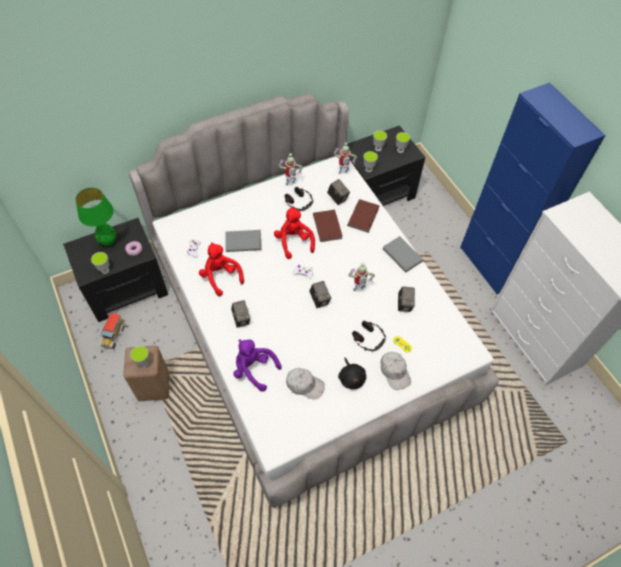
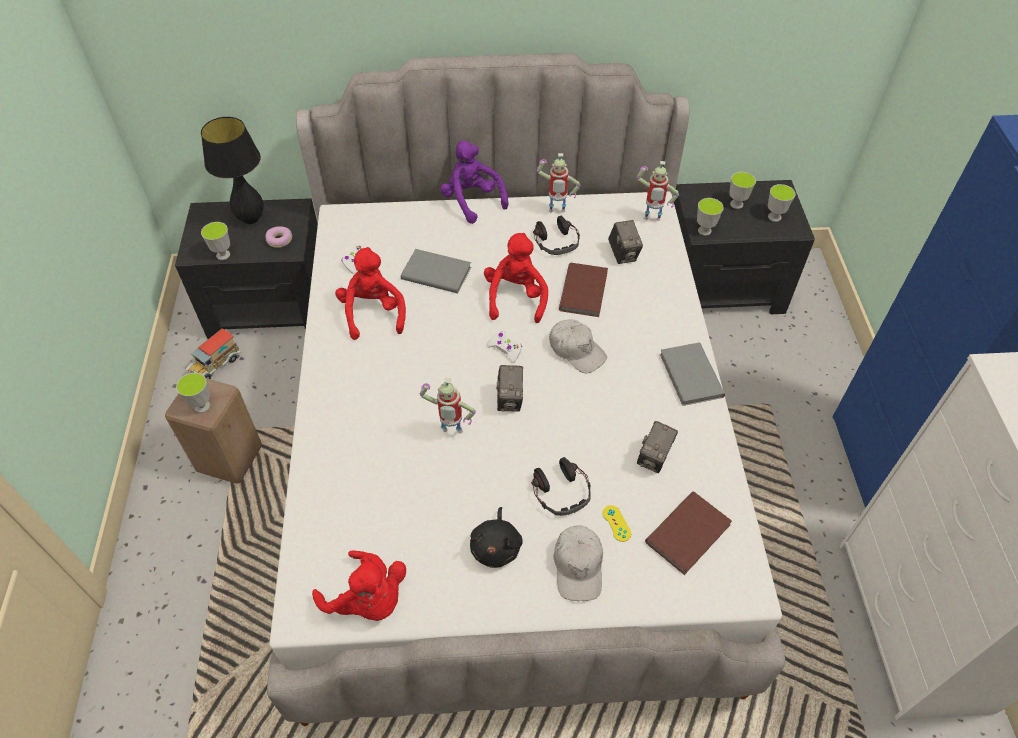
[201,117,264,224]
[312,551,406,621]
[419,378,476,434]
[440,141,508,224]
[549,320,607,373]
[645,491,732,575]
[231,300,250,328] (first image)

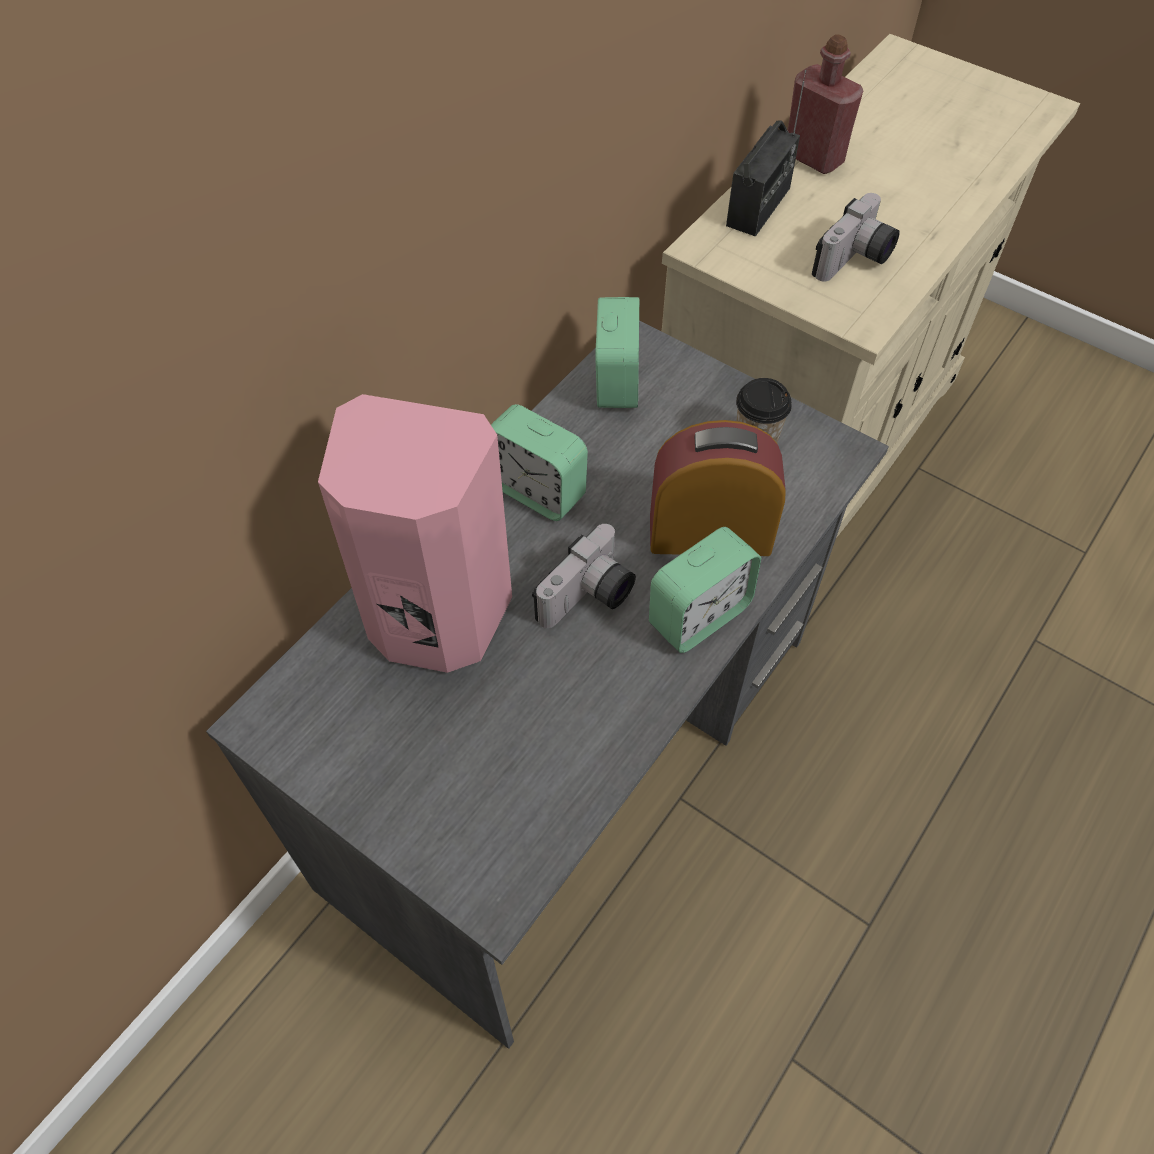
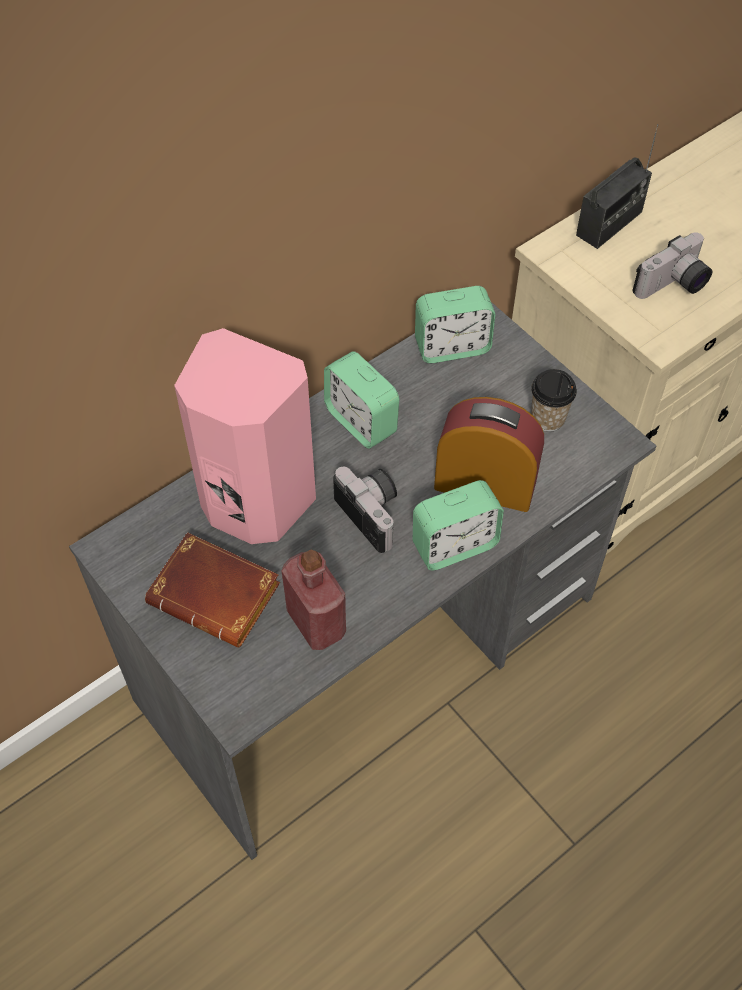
[145,532,280,648]
[282,550,346,650]
[333,467,397,553]
[415,286,495,363]

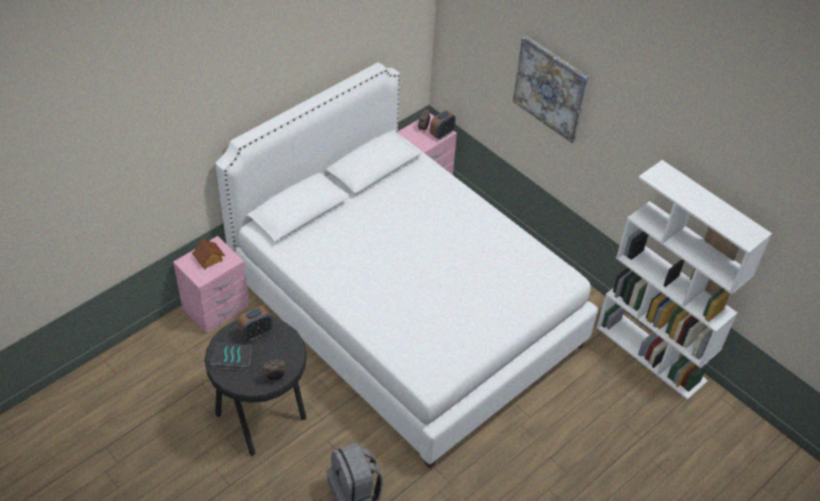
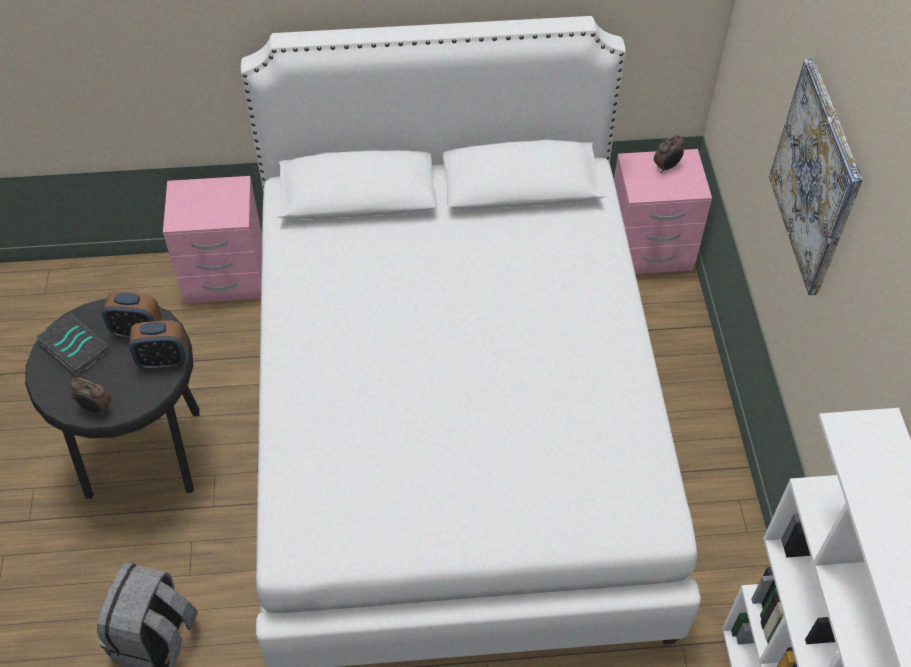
[129,320,187,369]
[192,239,225,269] (first image)

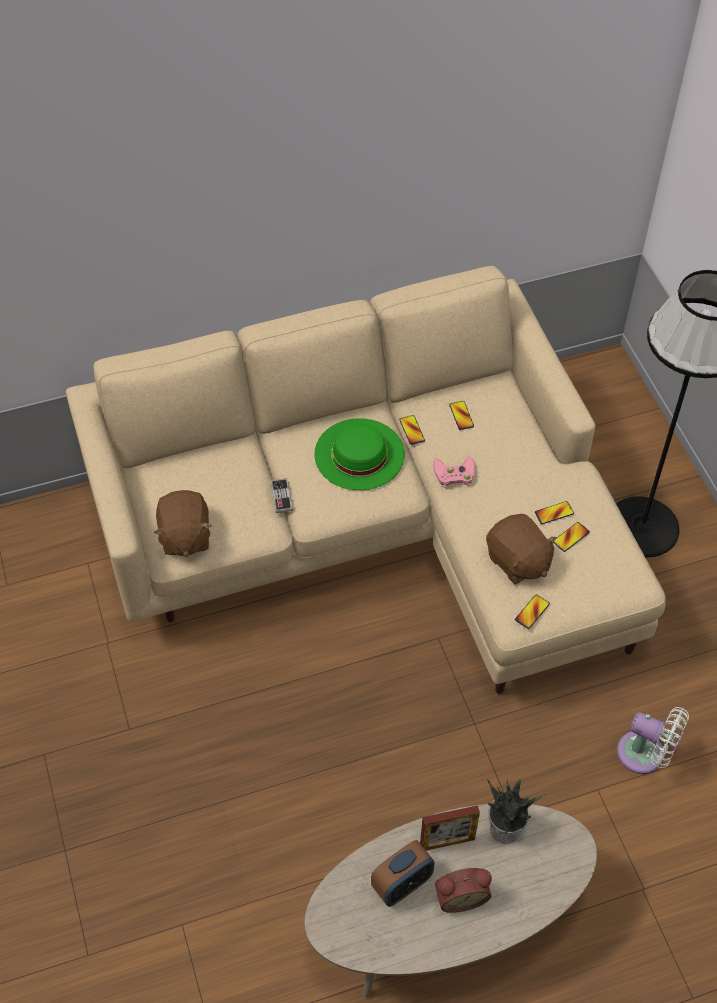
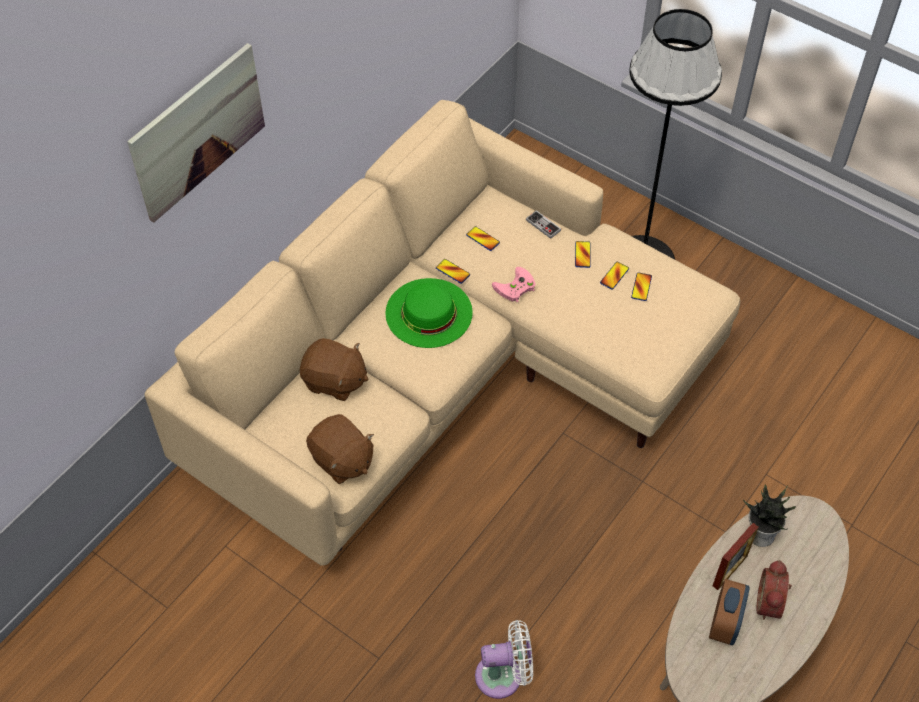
[127,43,265,222]
[299,338,369,401]
[475,620,533,699]
[526,210,561,239]
[575,241,591,268]
[757,560,792,620]

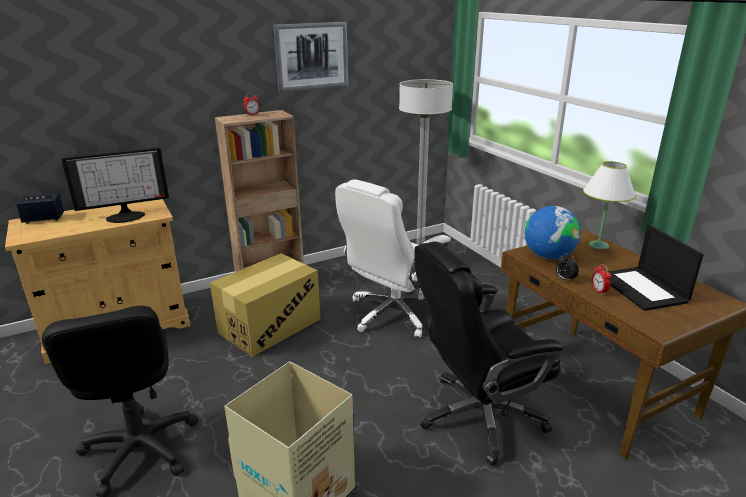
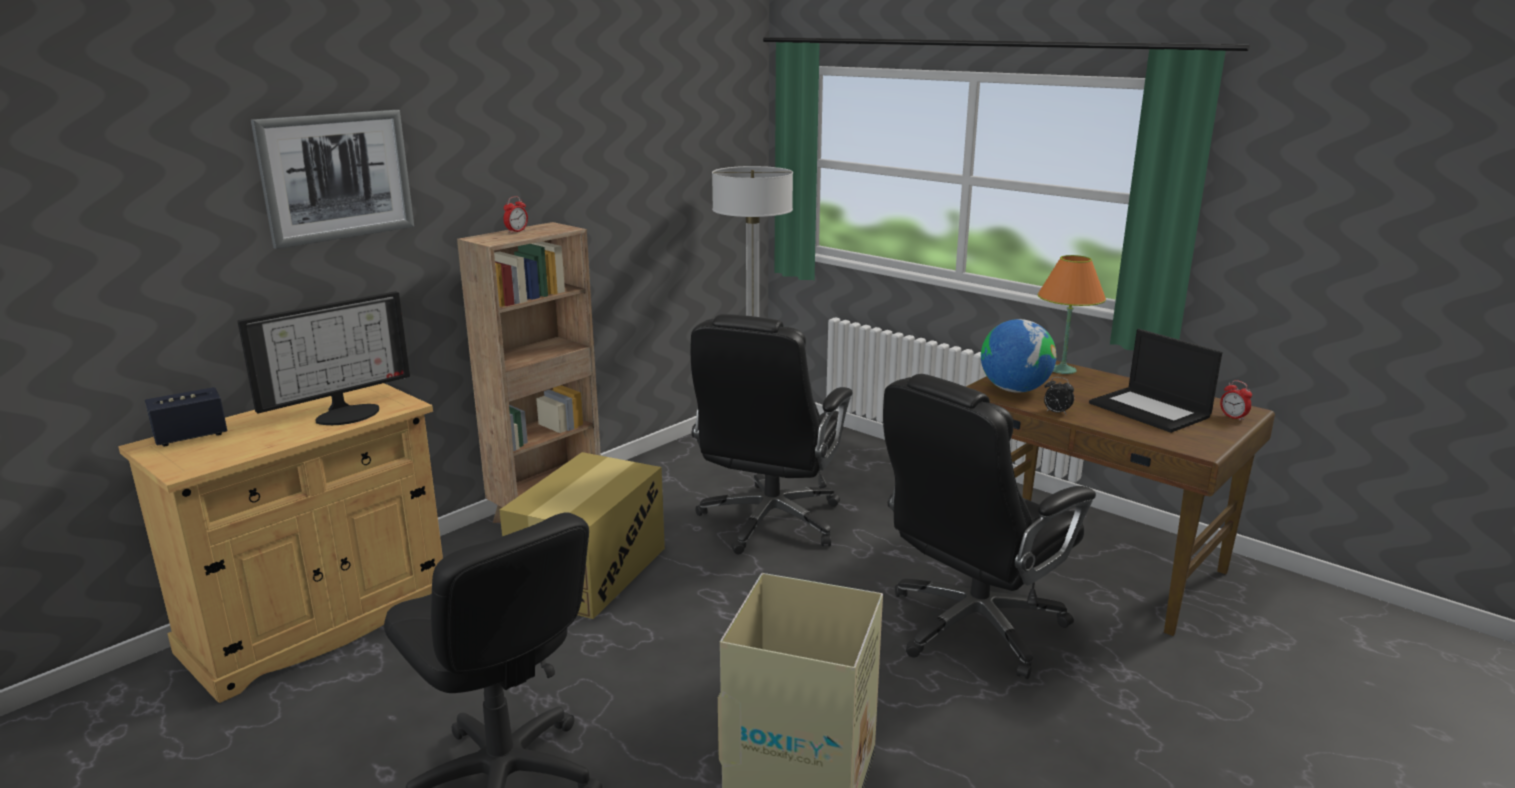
[251,110,414,249]
[691,314,853,554]
[1037,255,1106,374]
[1220,380,1252,421]

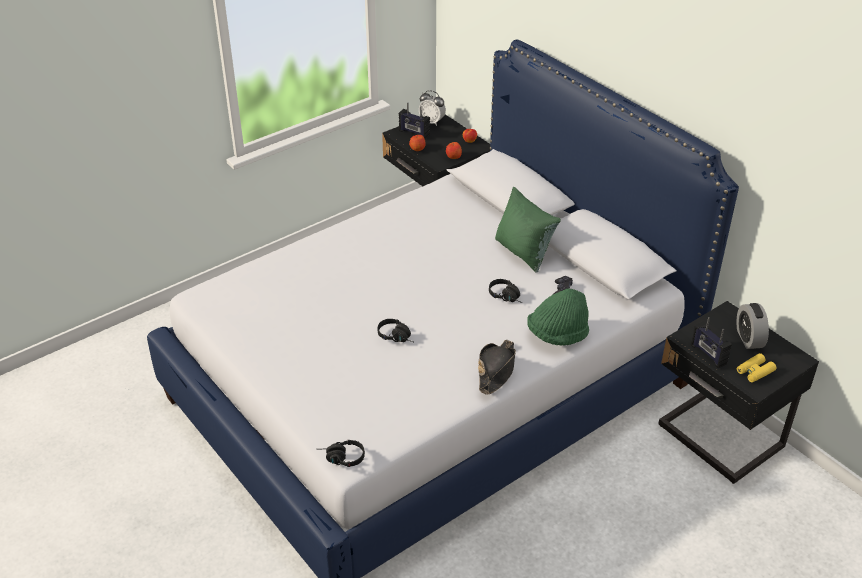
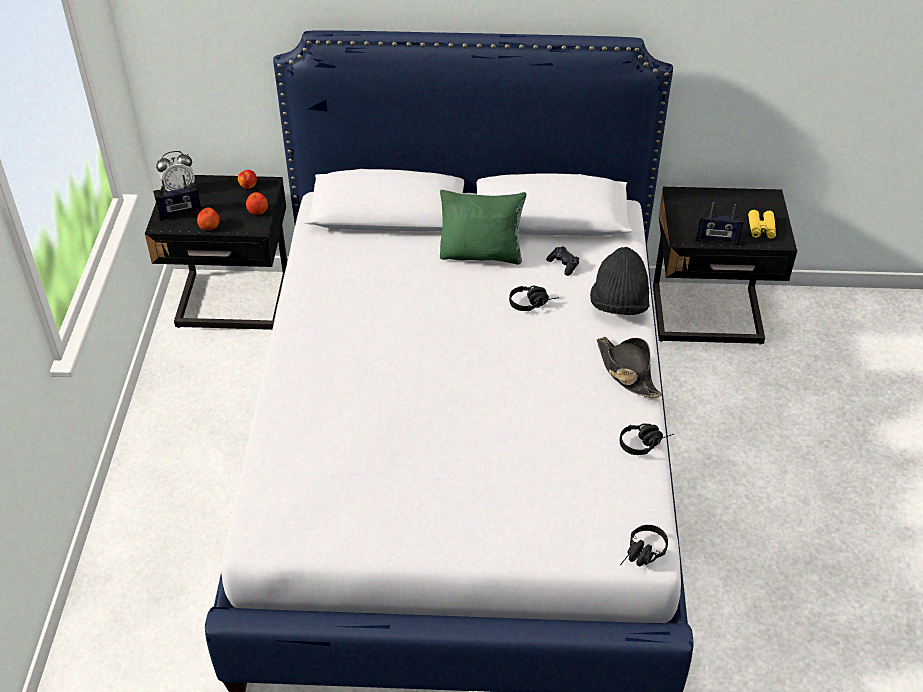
[590,247,650,315]
[620,423,674,455]
[736,303,769,349] (first image)

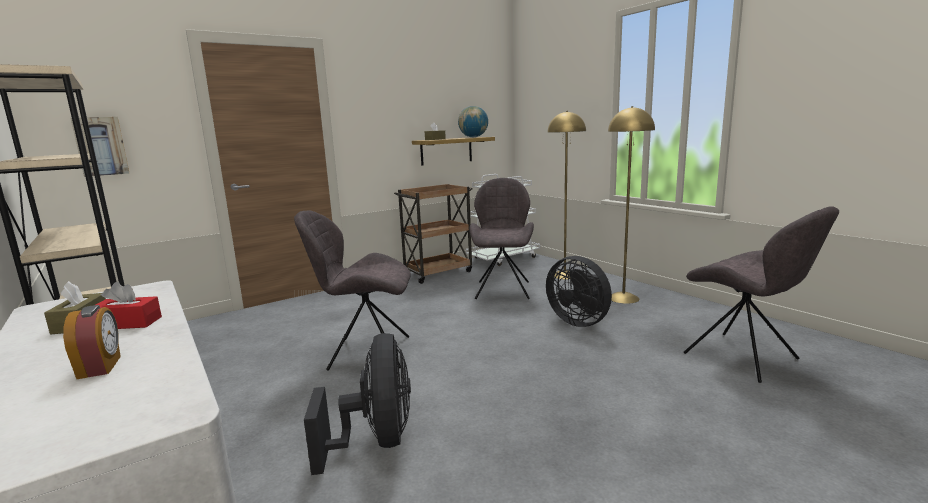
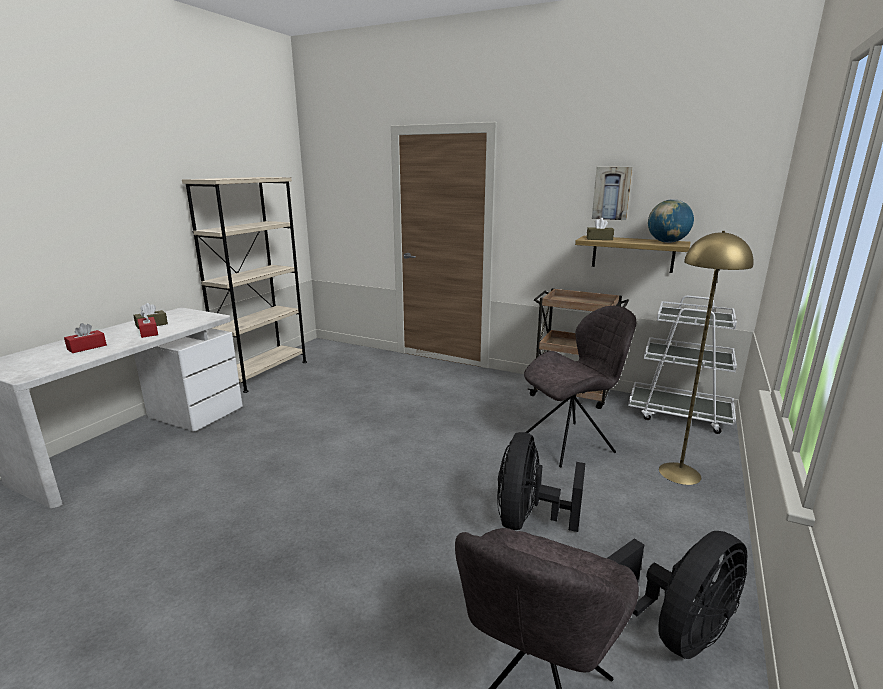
[64,323,107,353]
[592,167,633,220]
[608,531,747,659]
[294,210,411,371] (first image)
[608,106,655,304] (first image)

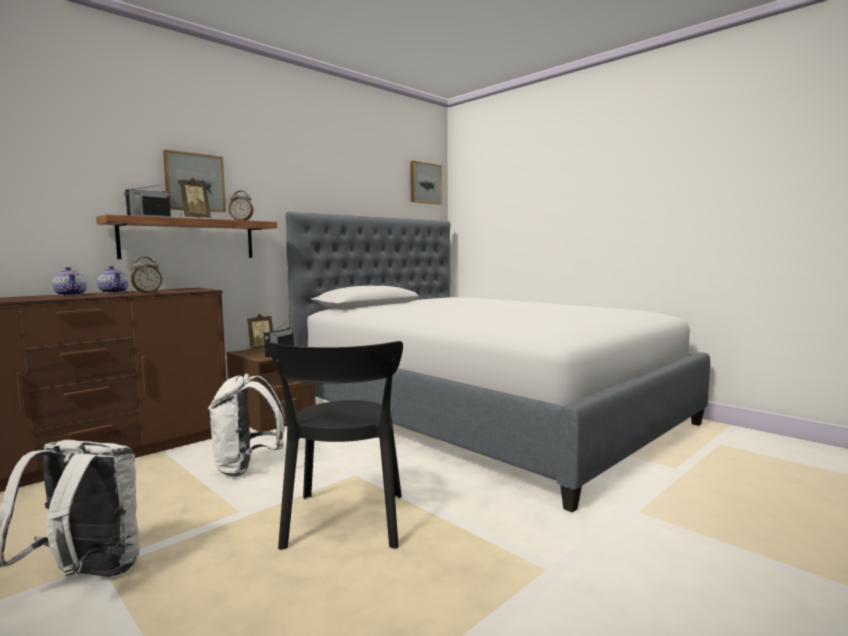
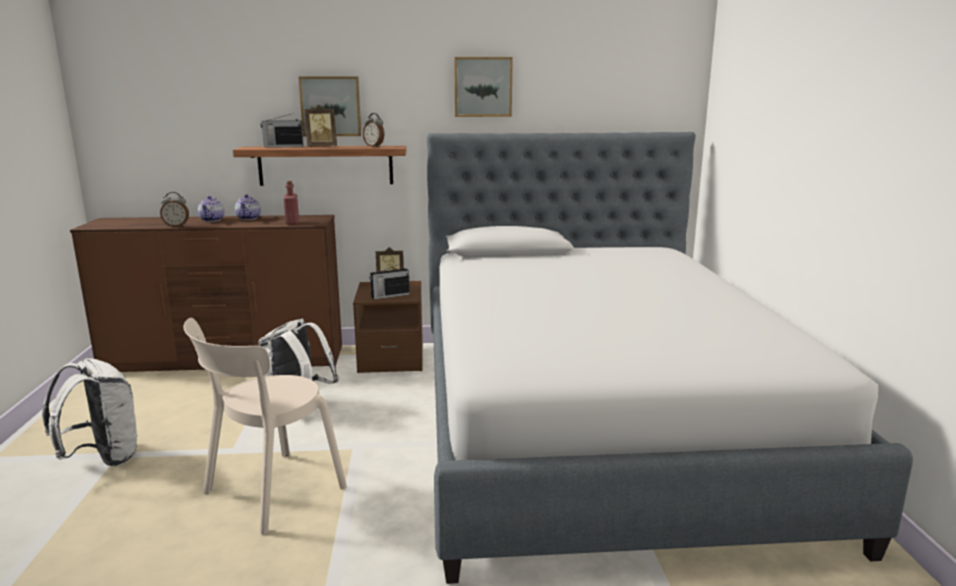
[160,192,189,227]
[184,318,347,535]
[284,181,299,225]
[454,57,513,117]

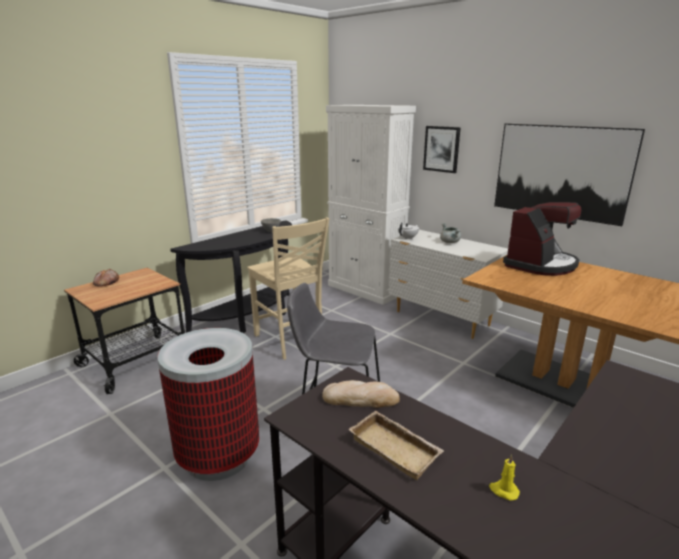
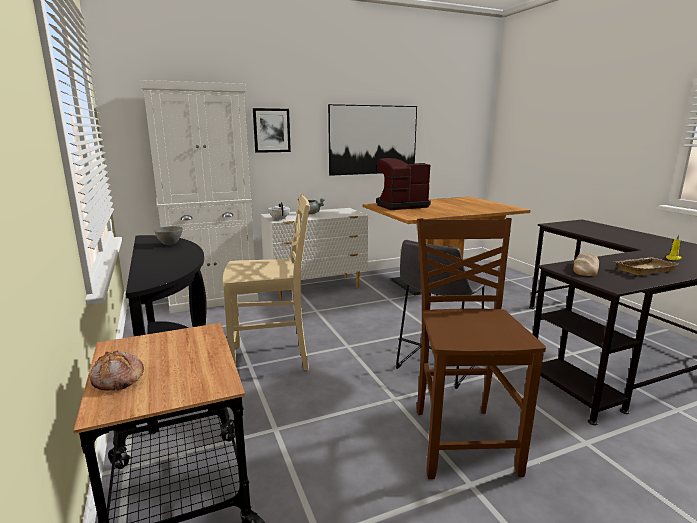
[376,158,431,210]
[417,218,546,479]

